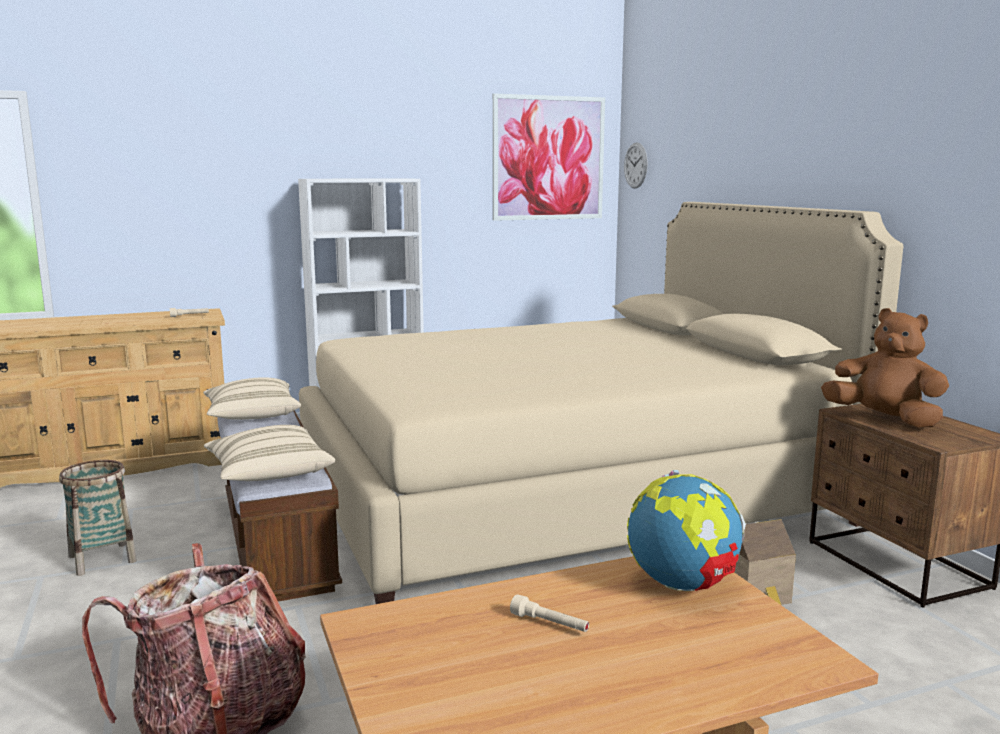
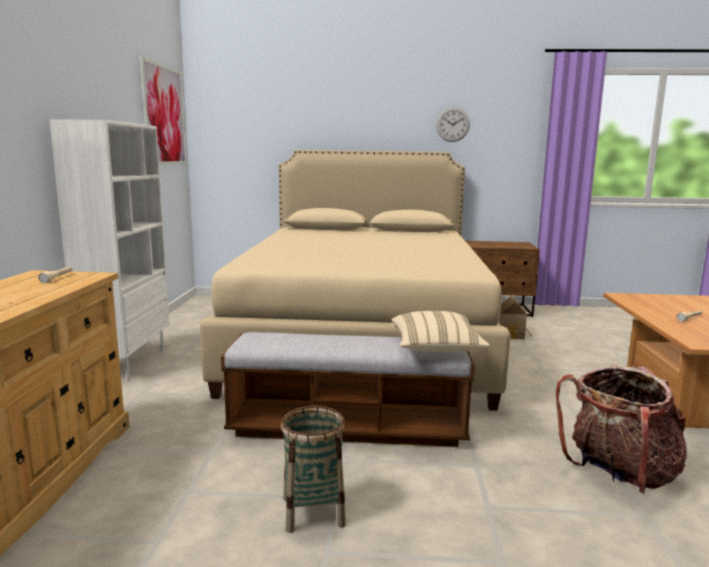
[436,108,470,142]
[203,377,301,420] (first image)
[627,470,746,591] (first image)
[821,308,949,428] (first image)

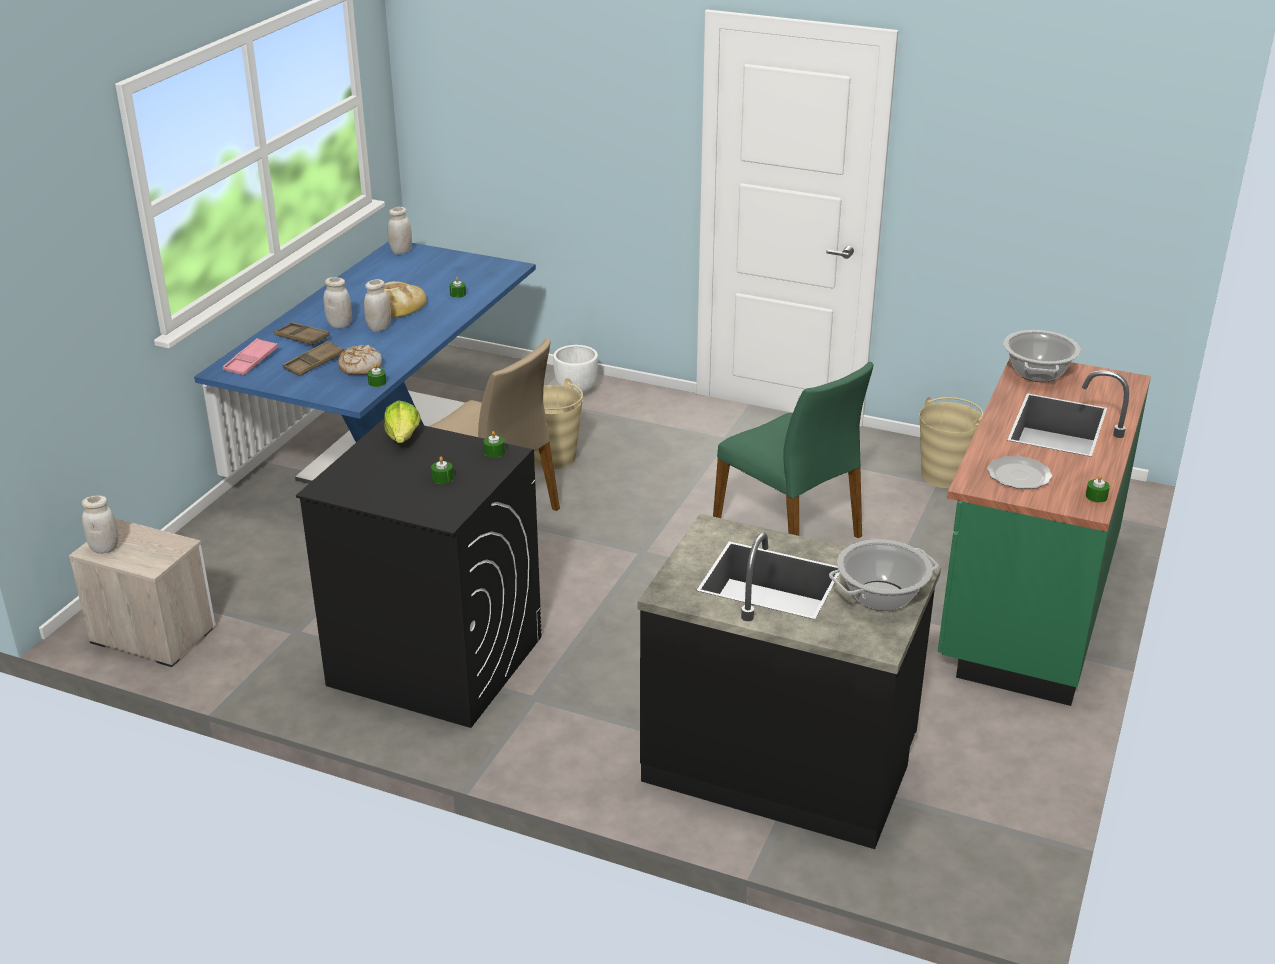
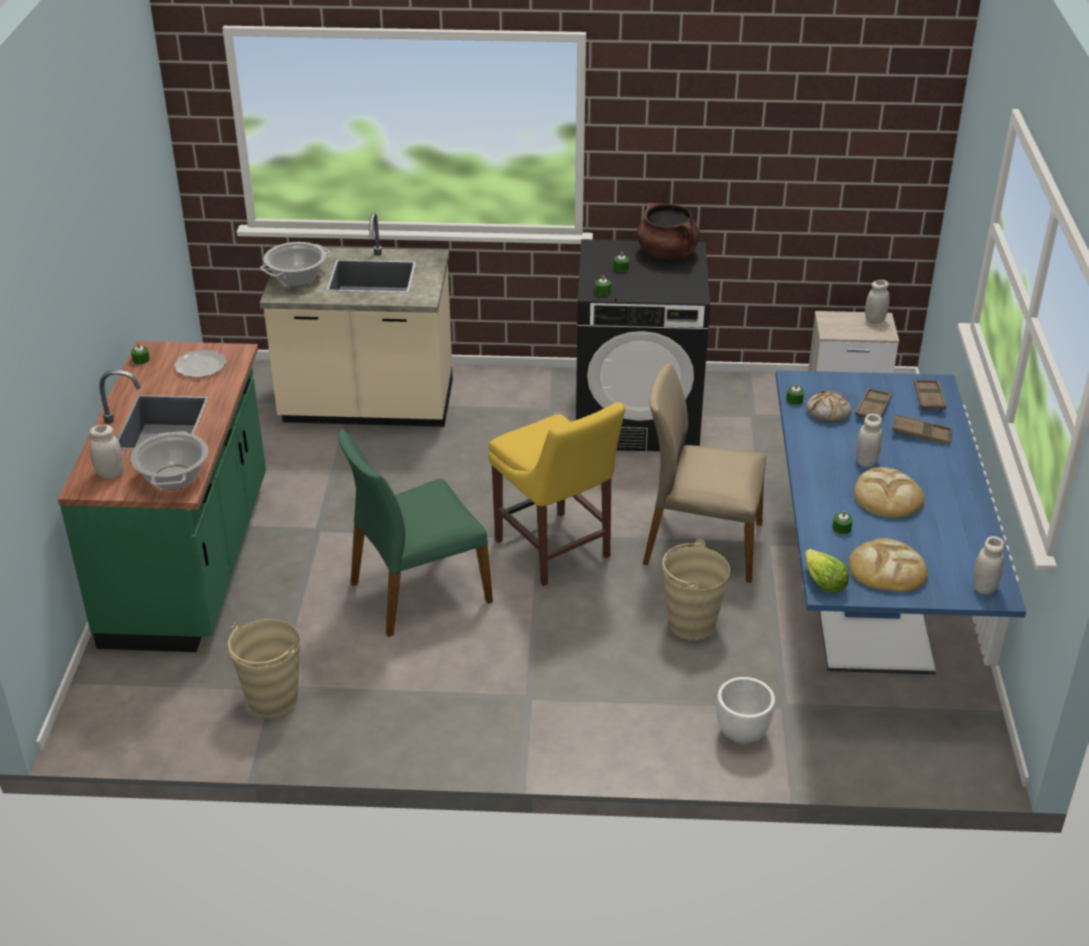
[90,425,123,479]
[260,212,453,427]
[338,429,493,637]
[488,402,625,586]
[637,203,700,260]
[805,549,849,593]
[849,538,928,592]
[914,379,946,411]

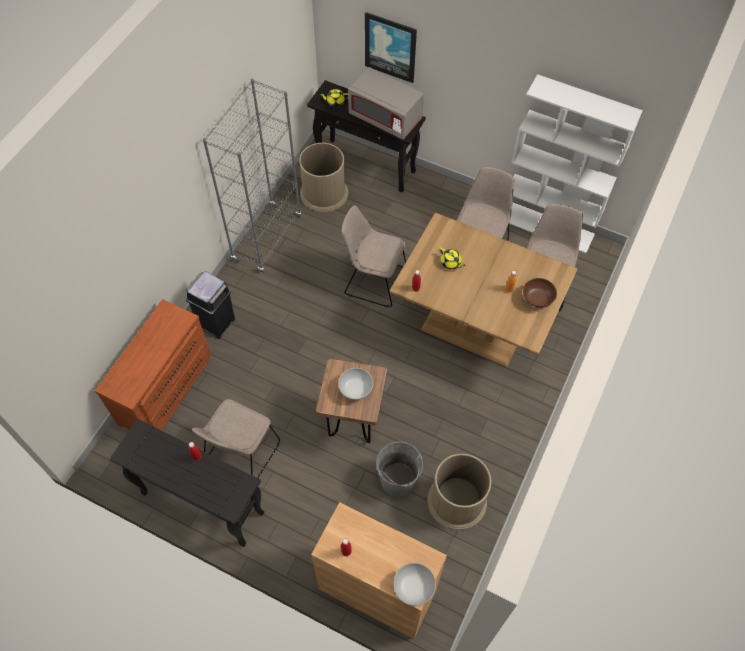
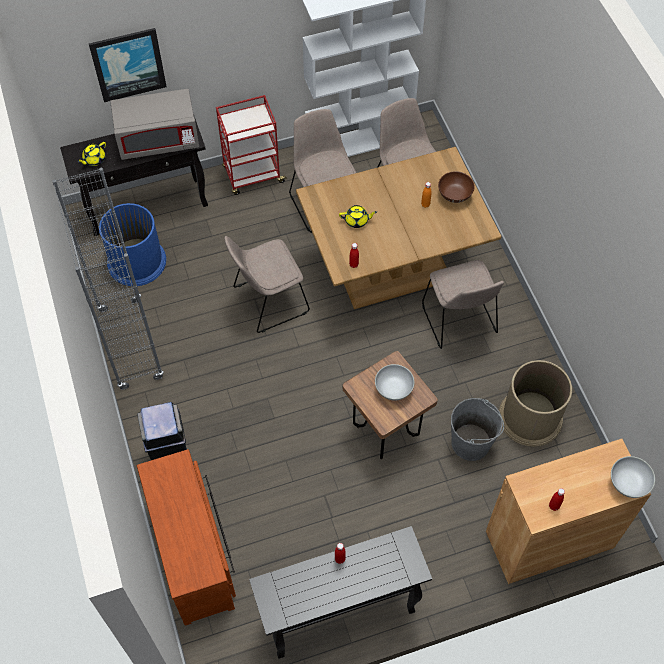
[99,203,166,286]
[216,95,287,195]
[422,260,504,349]

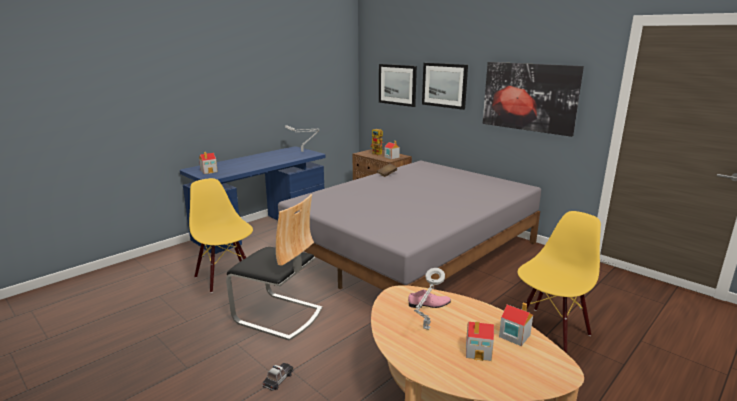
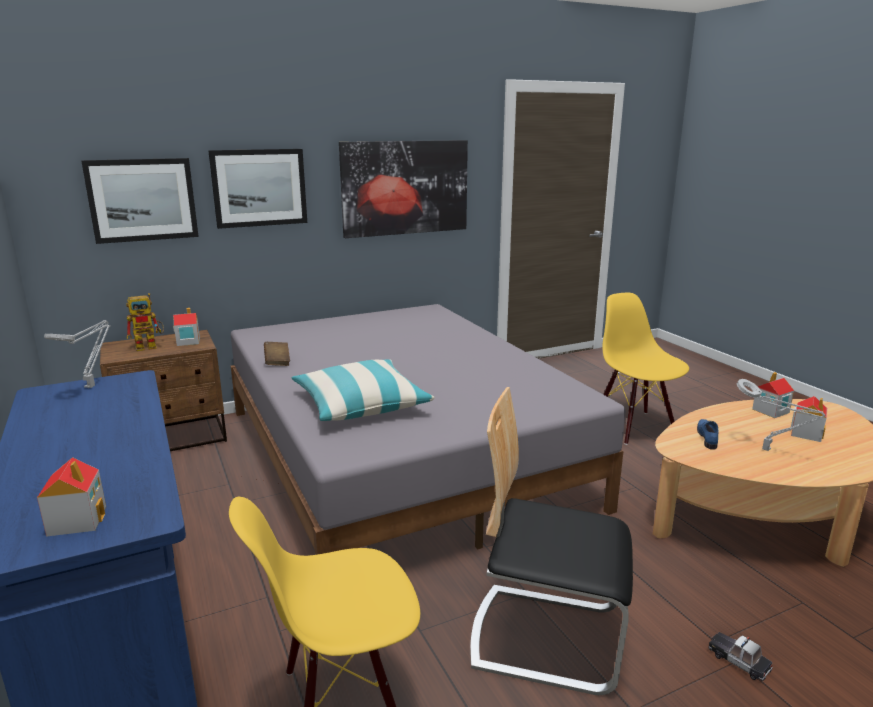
[291,359,435,421]
[470,387,633,695]
[697,419,719,450]

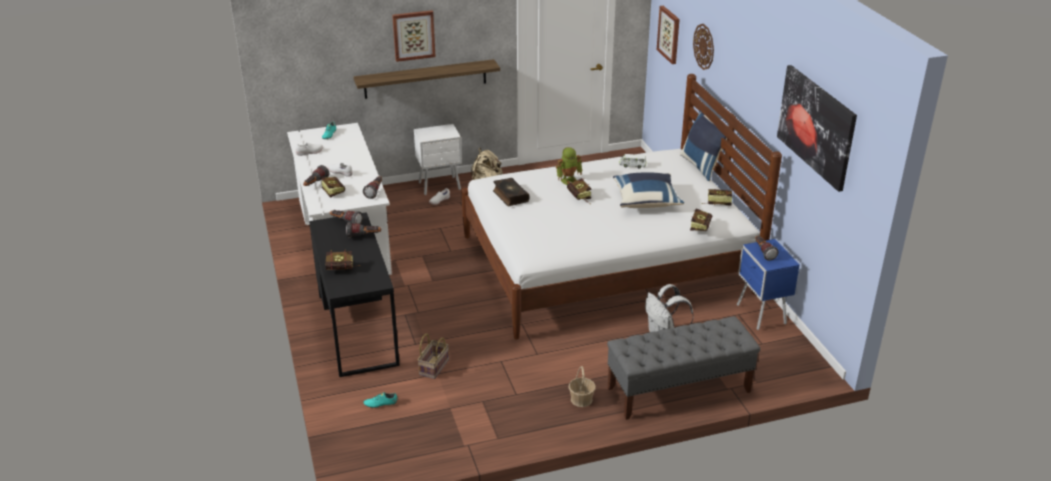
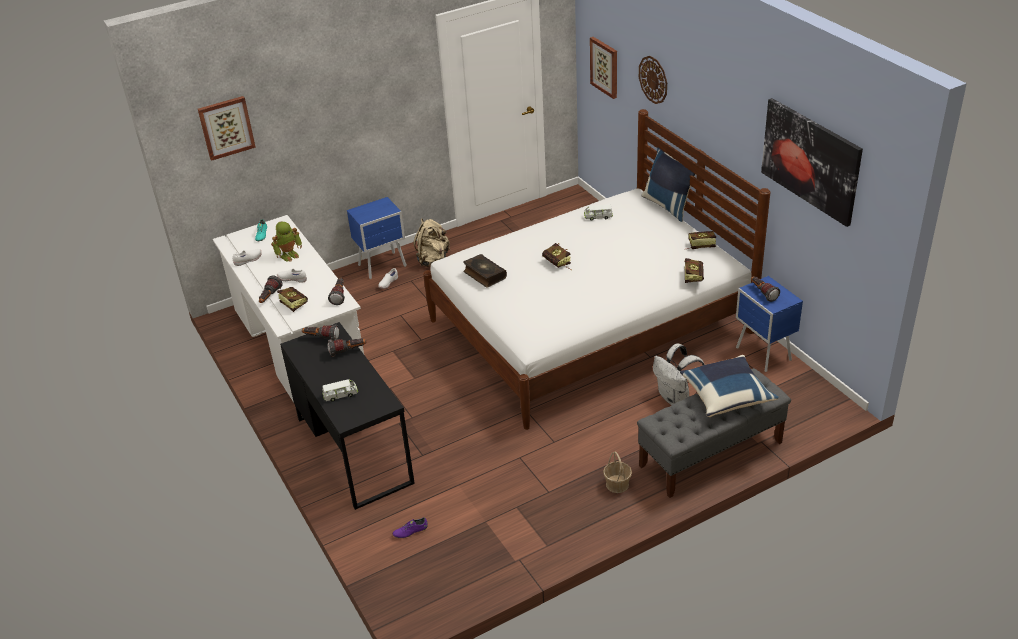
[198,96,256,161]
[271,221,302,262]
[322,379,358,401]
[347,197,407,279]
[393,517,428,538]
[680,355,779,417]
[354,59,500,99] (first image)
[417,334,449,379] (first image)

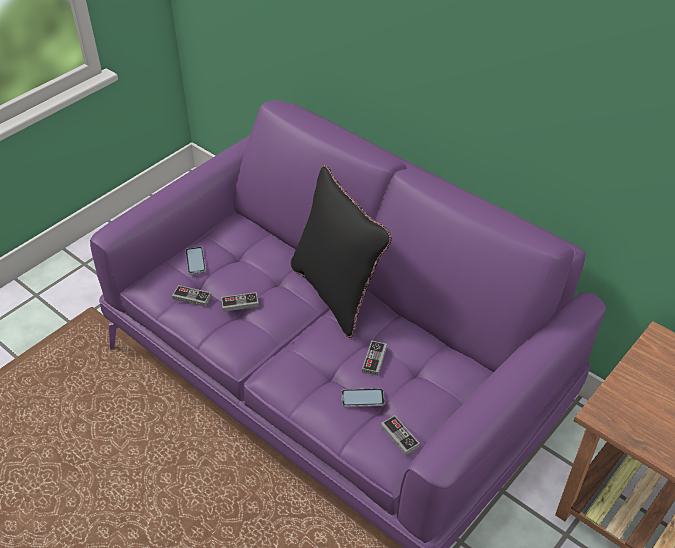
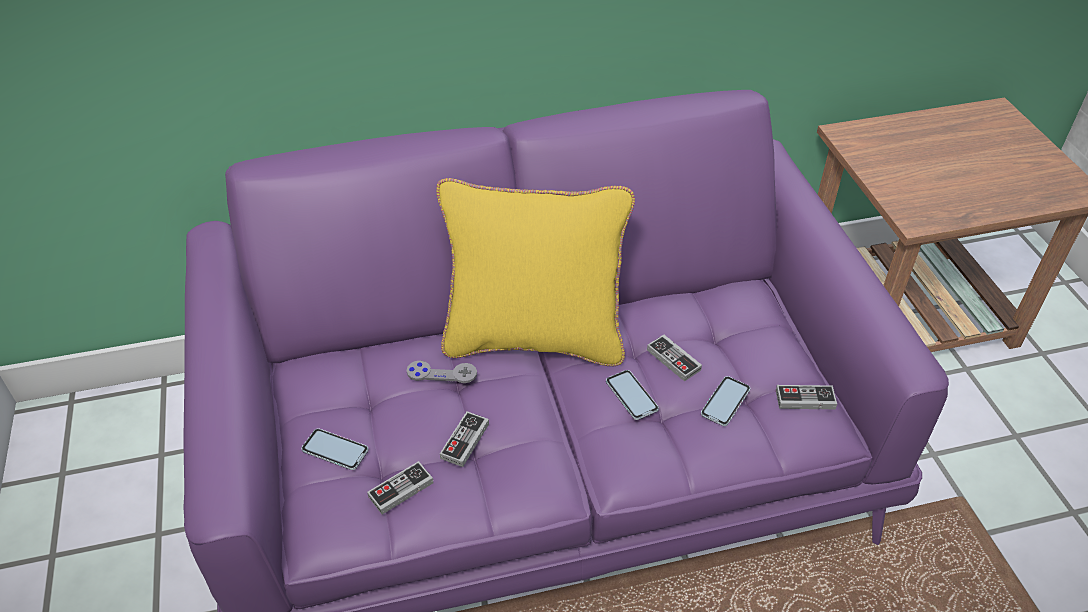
[407,360,477,383]
[436,178,635,366]
[606,370,659,420]

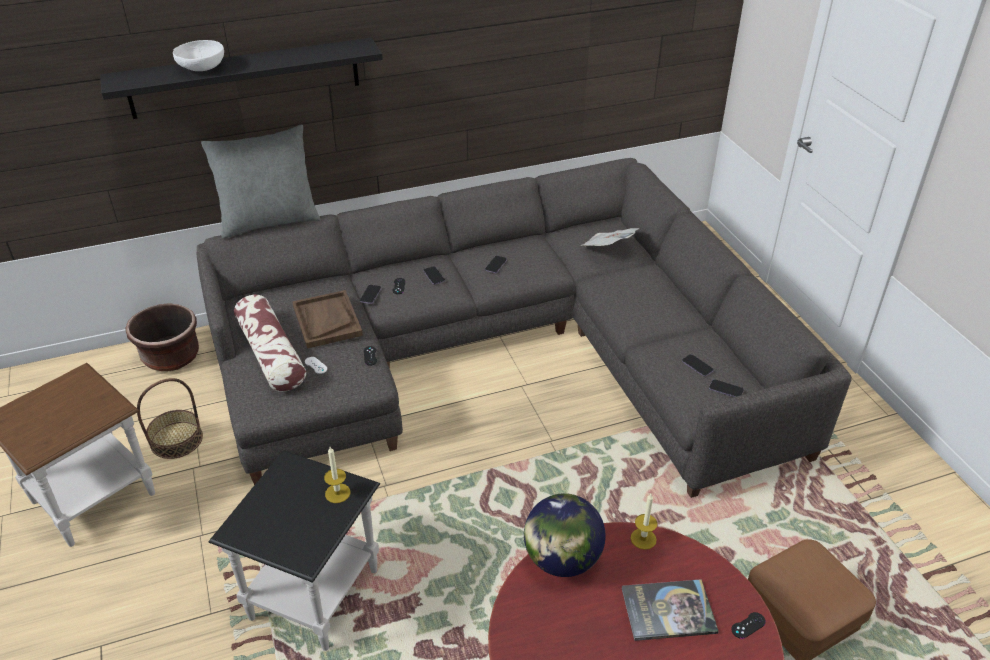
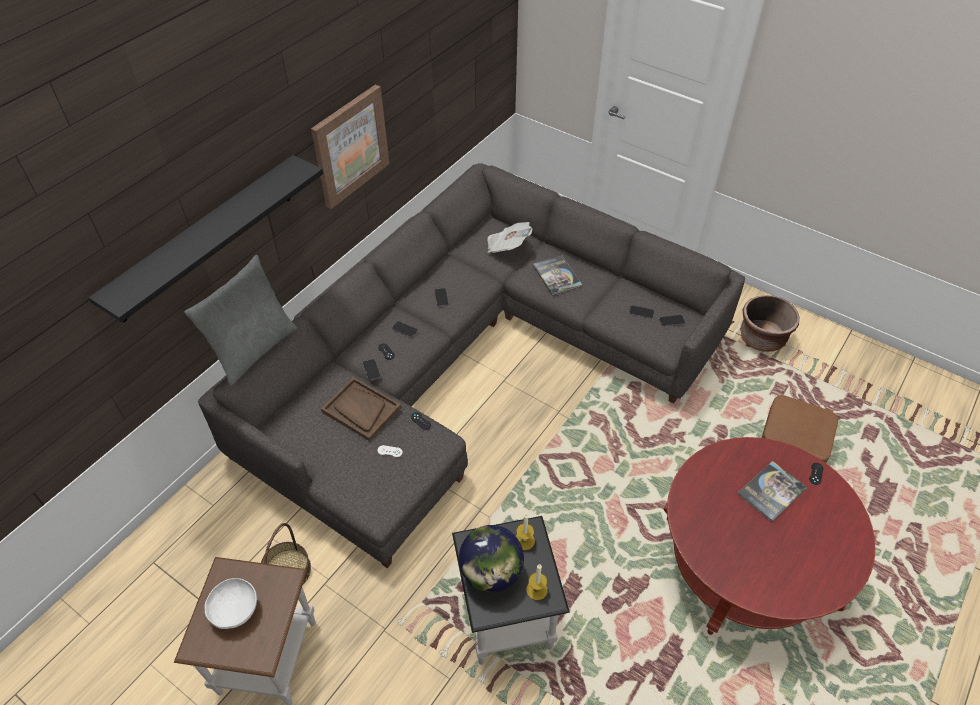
[205,578,257,629]
[311,85,389,209]
[459,525,524,592]
[526,564,548,600]
[533,255,582,295]
[740,295,800,352]
[234,295,306,392] (first image)

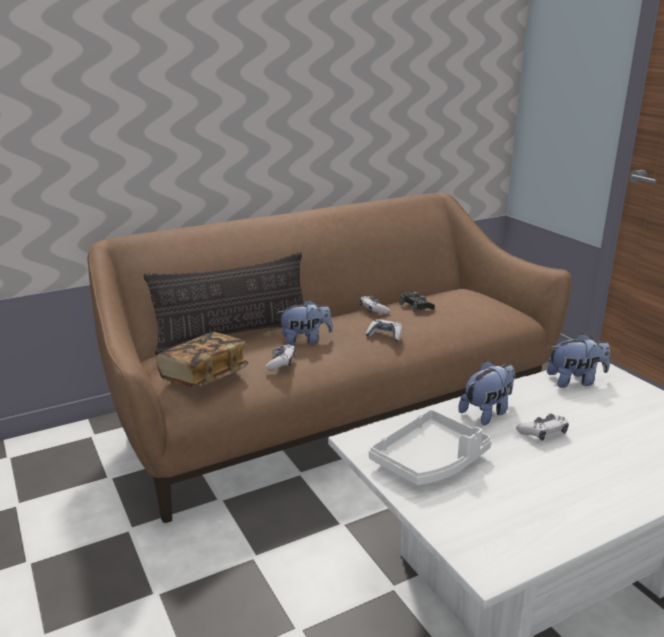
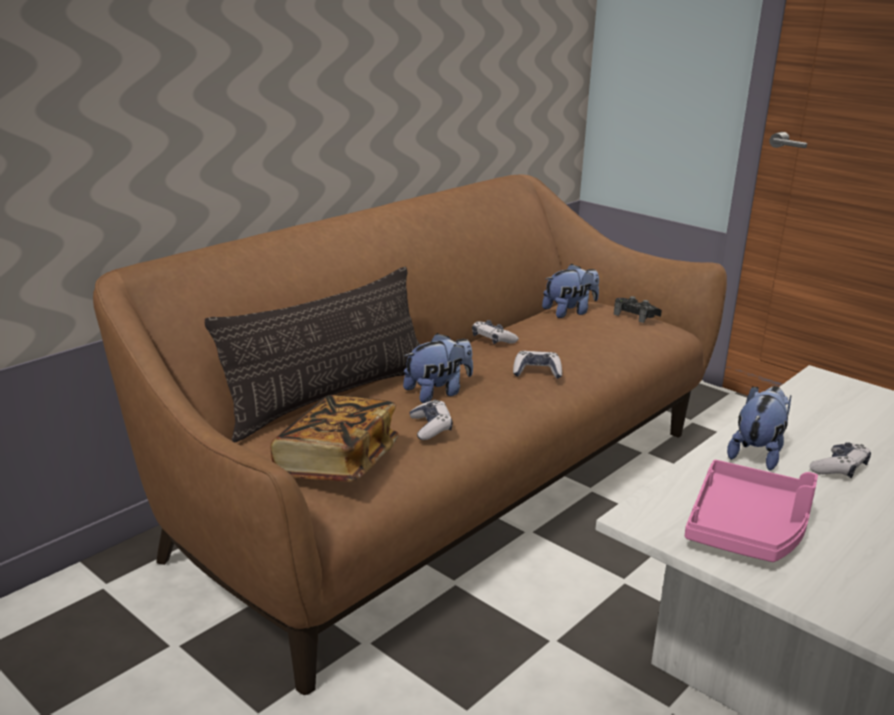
[542,264,599,318]
[614,296,662,323]
[685,460,818,562]

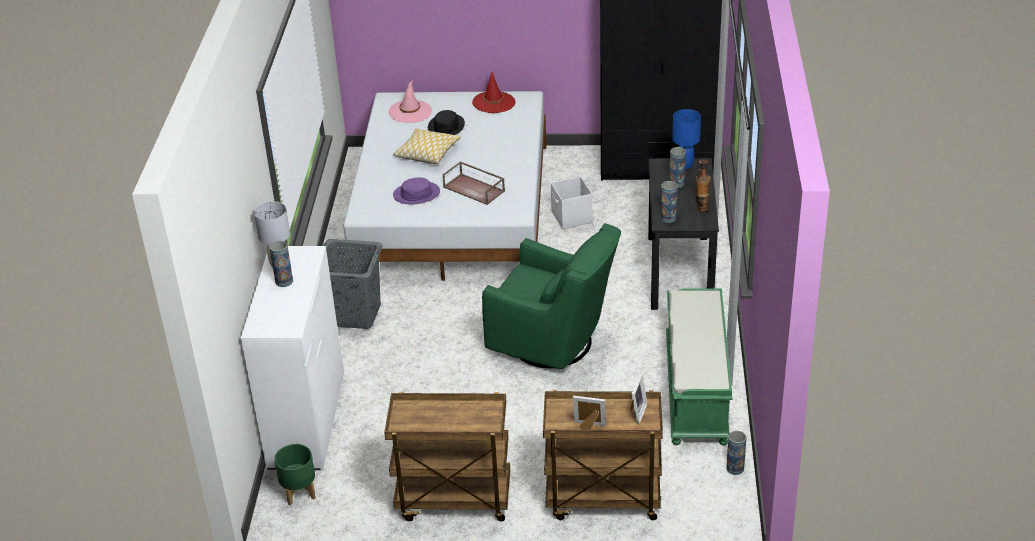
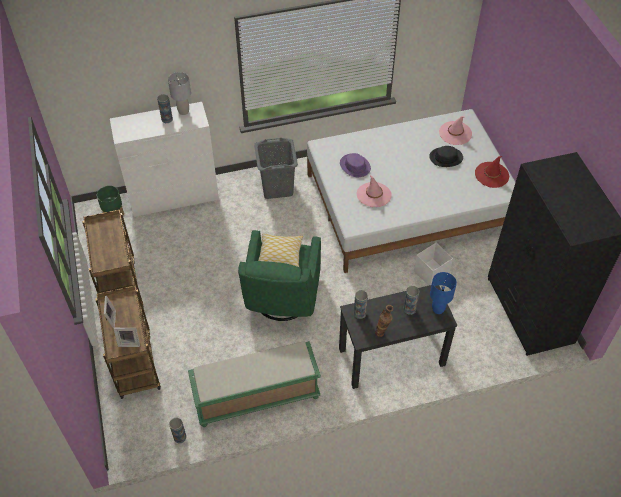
[258,233,303,268]
[357,175,392,207]

